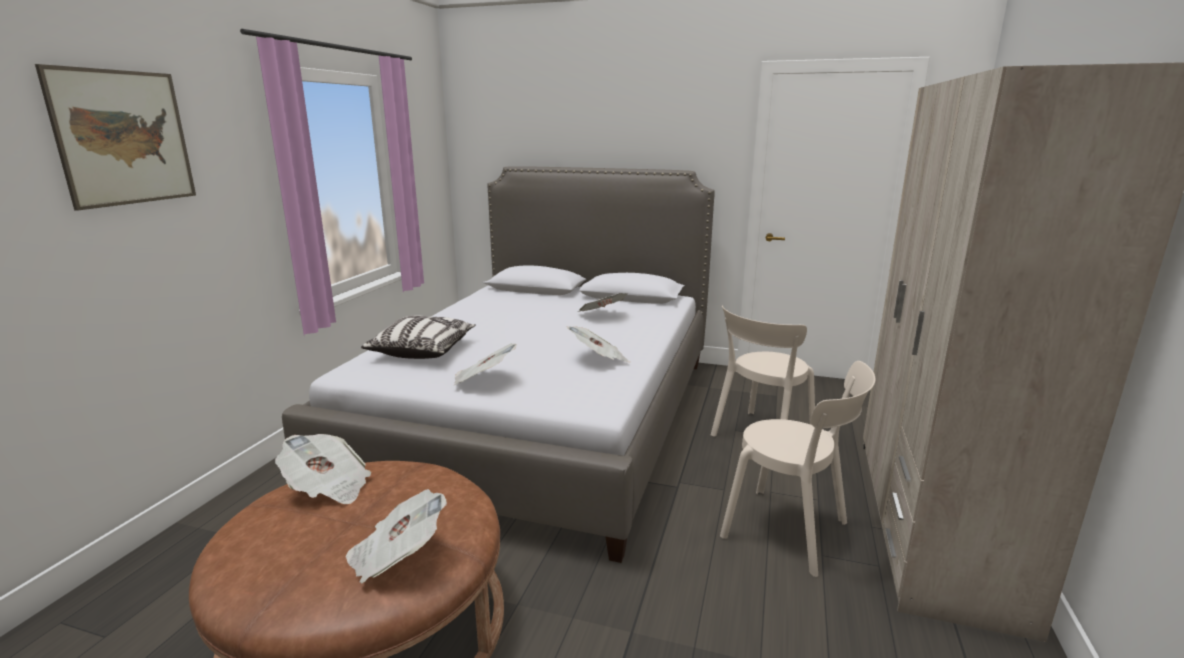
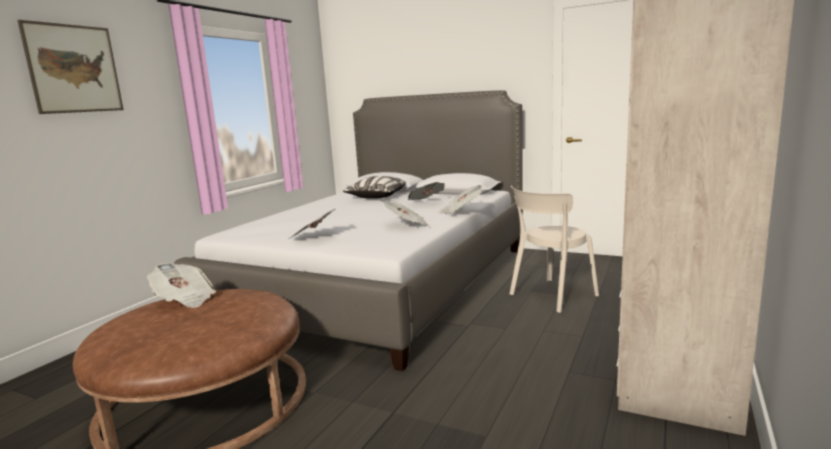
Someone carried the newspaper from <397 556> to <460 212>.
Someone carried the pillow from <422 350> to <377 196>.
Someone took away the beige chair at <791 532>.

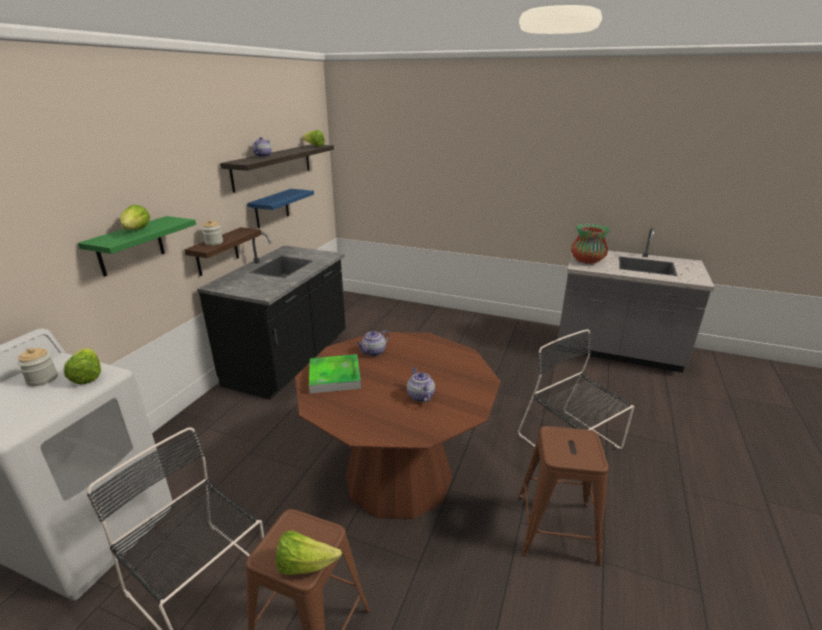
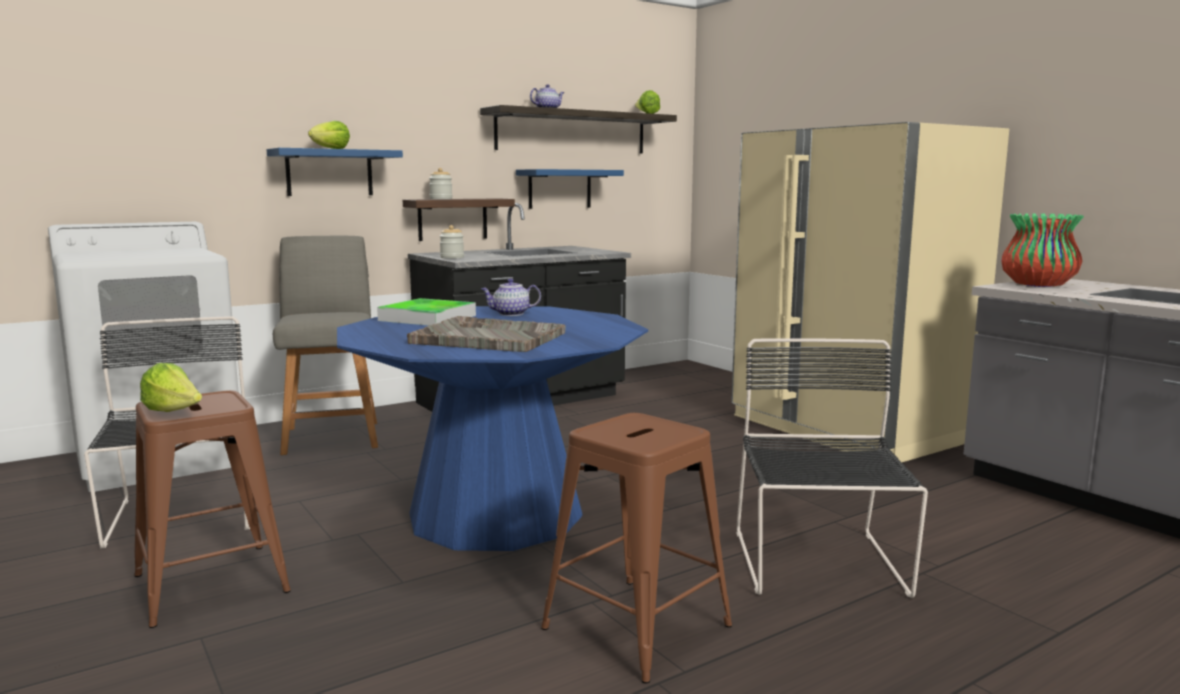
Someone carried the jar from <42 379> to <452 257>.
Someone took away the lettuce at <87 376>.
Someone repainted the green shelf at <130 246>, which became the blue shelf at <329 173>.
Someone repainted the brown dining table at <398 476>, which became the blue dining table at <495 514>.
Someone swapped the teapot at <420 396> for the grey tray at <487 338>.
Someone put down the grey chair at <332 436>.
Someone put down the beige fridge at <848 429>.

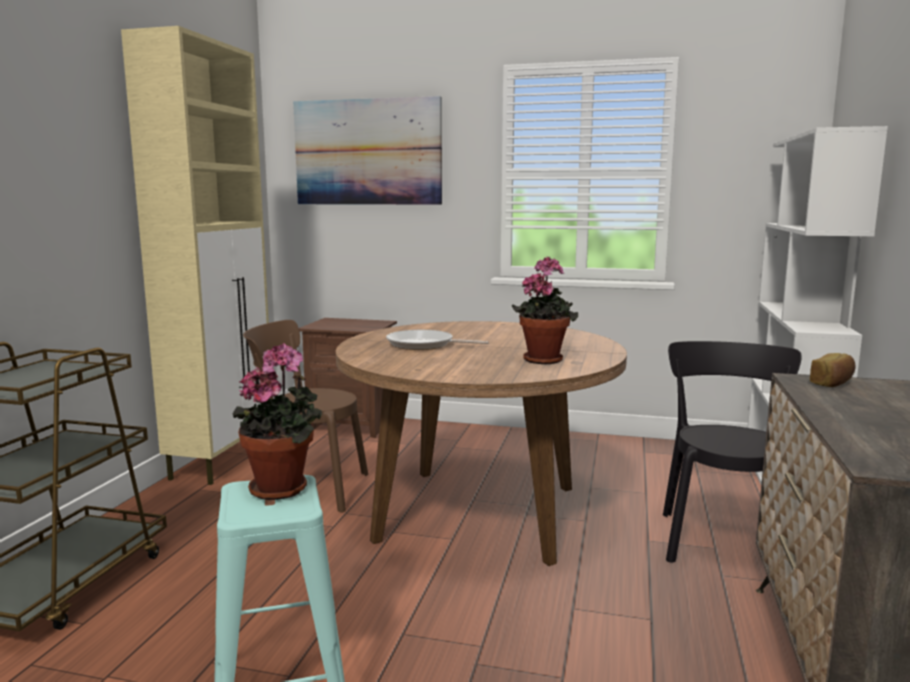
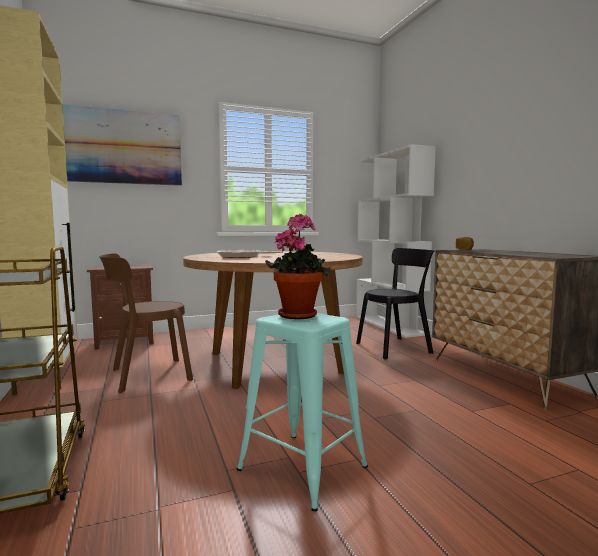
Someone took away the potted plant at <544 359>.
Someone rotated the black chair at <721 539> by 90 degrees clockwise.

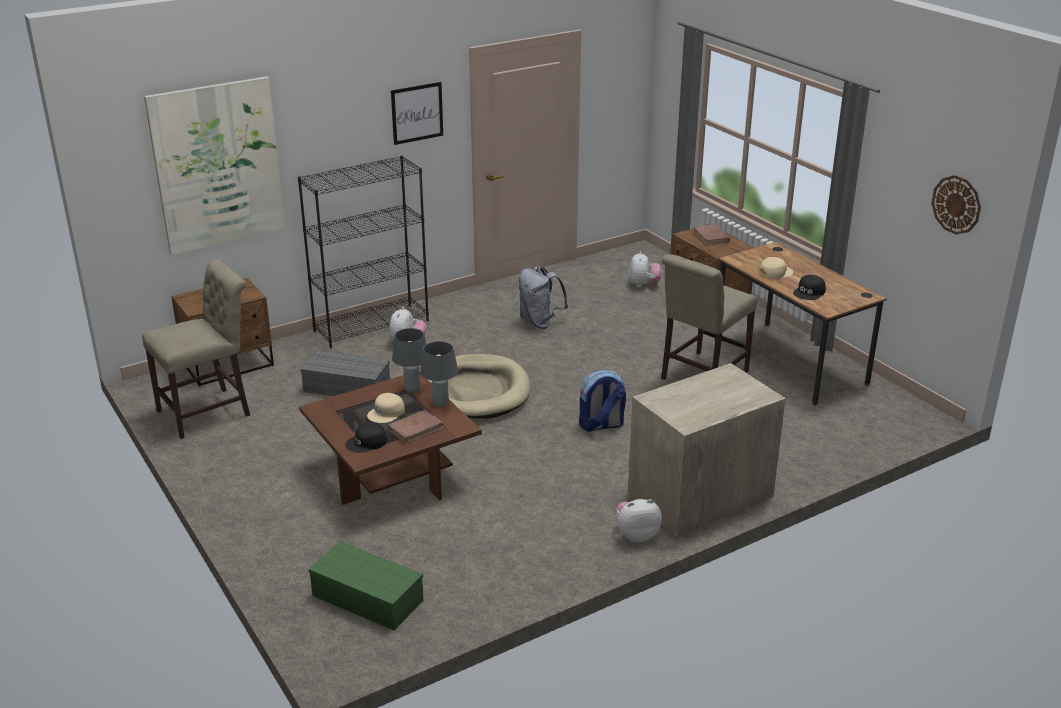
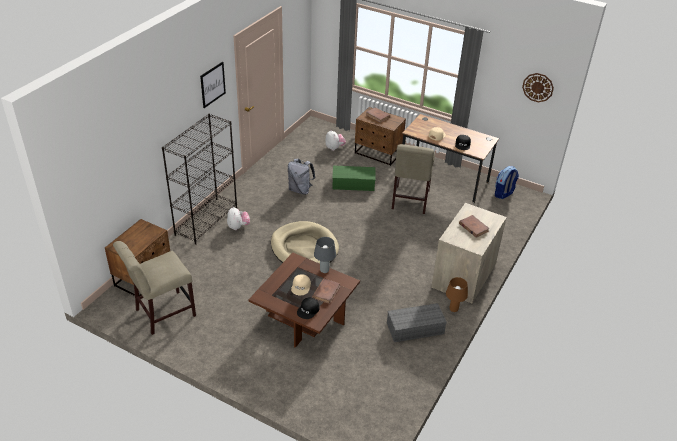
Someone rotated the beige chair at <209 412> by 150 degrees counterclockwise.
Someone took away the picture at <218 165>.
Someone carried the grey storage box from <345 387> to <414 329>.
Someone carried the green storage box from <365 598> to <352 184>.
Someone took away the grey table lamp at <412 389>.
Someone carried the backpack from <601 425> to <504 194>.
Someone swapped the plush toy at <636 535> for the brown table lamp at <453 309>.
Someone put down the brown book at <473 227>.

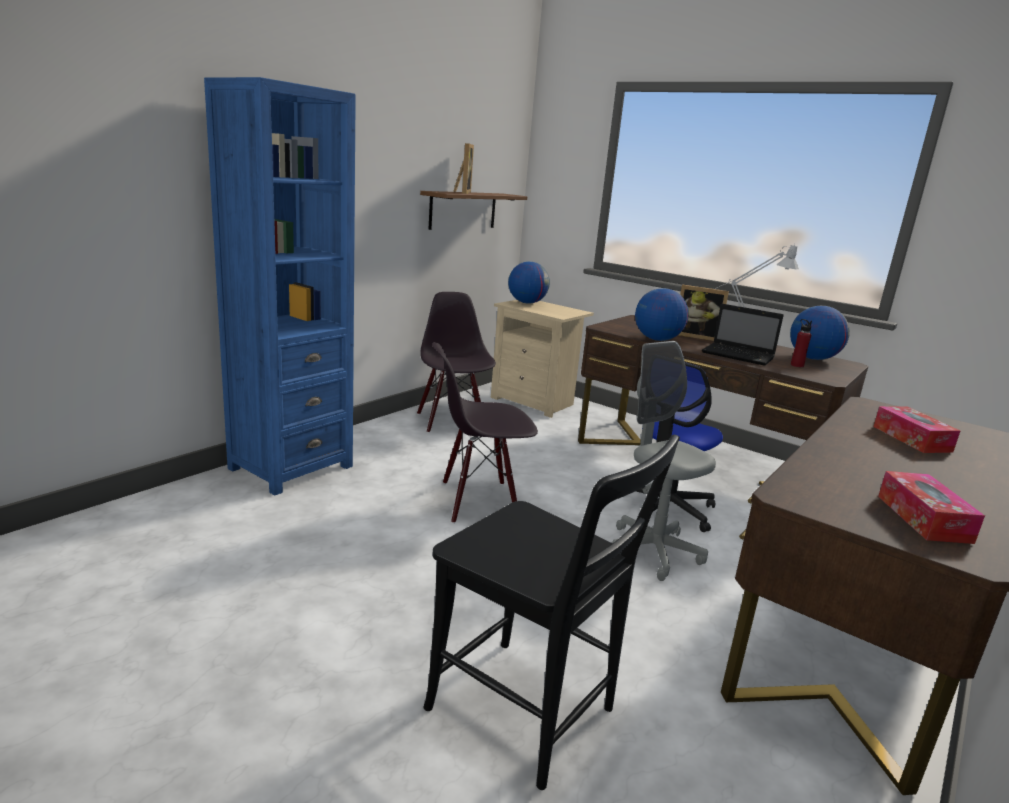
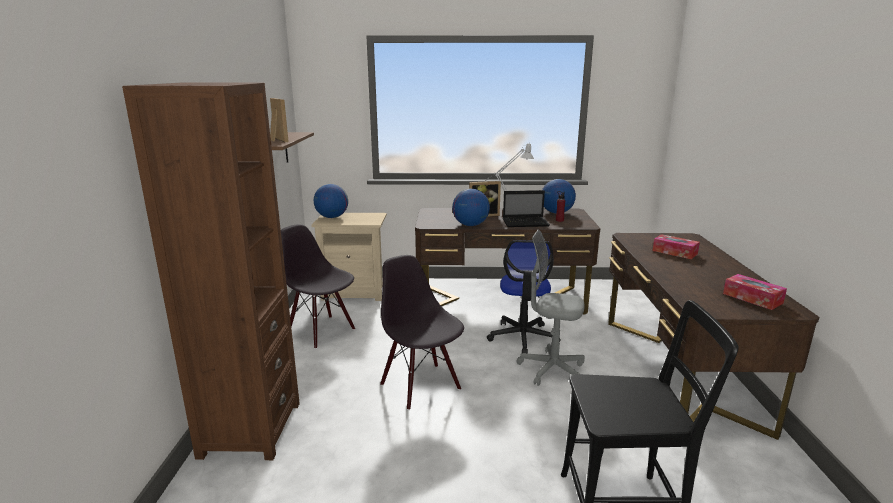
Someone repainted the blue bookcase at <291 467>, which became the brown bookcase at <250 429>.
Someone rotated the black chair at <478 501> by 105 degrees clockwise.

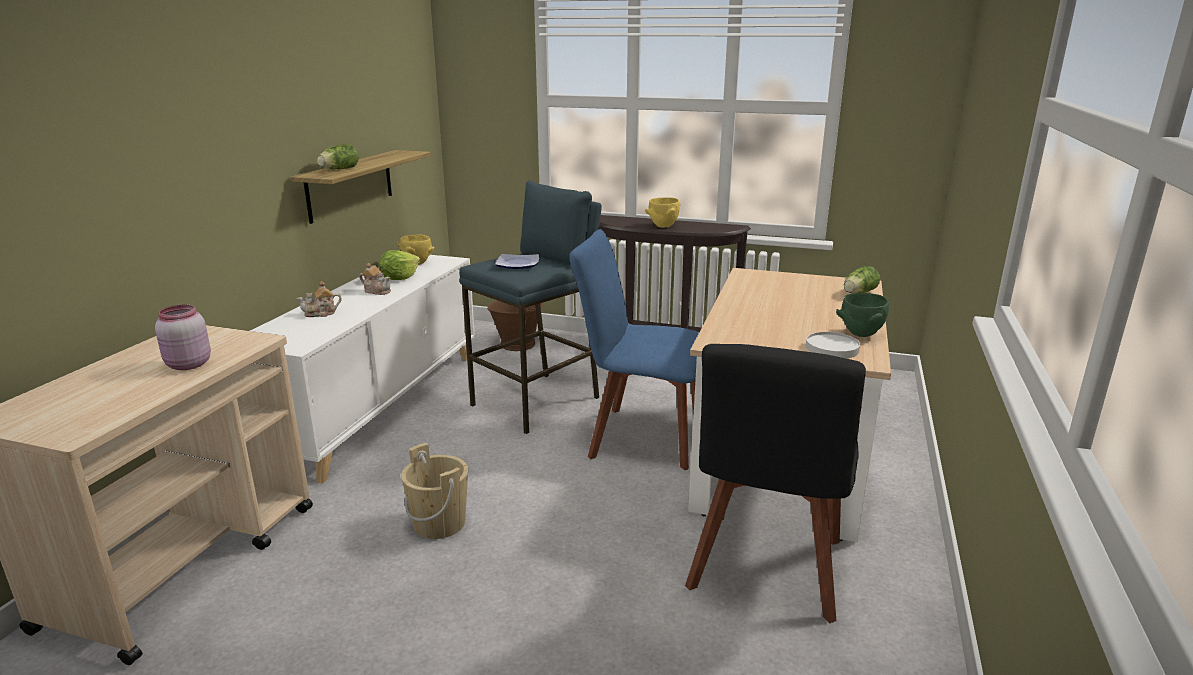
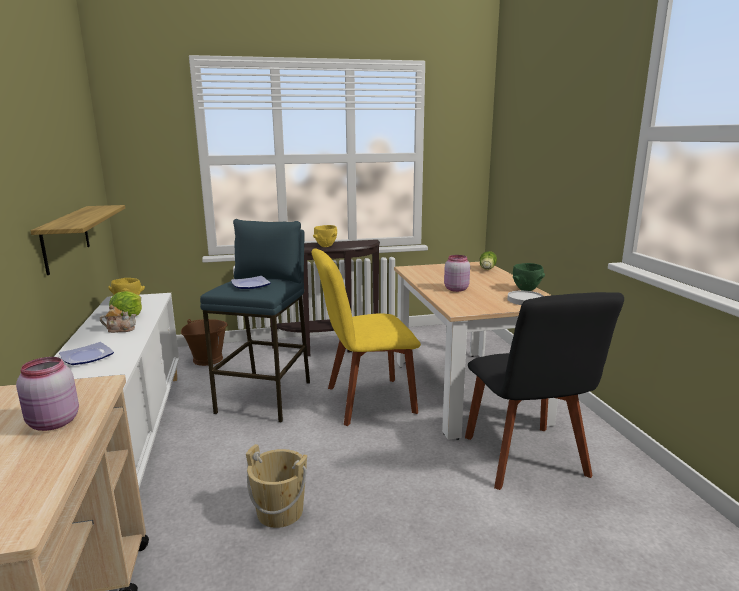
Someone swapped the teapot at <321 313> for the plate at <88 357>.
Someone took away the lettuce at <338 169>.
Someone repainted the blue chair at <639 437>, which became the yellow chair at <365 401>.
Someone put down the pink jar at <455 289>.

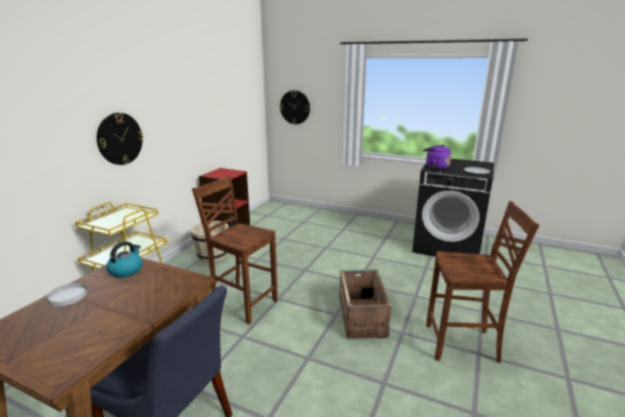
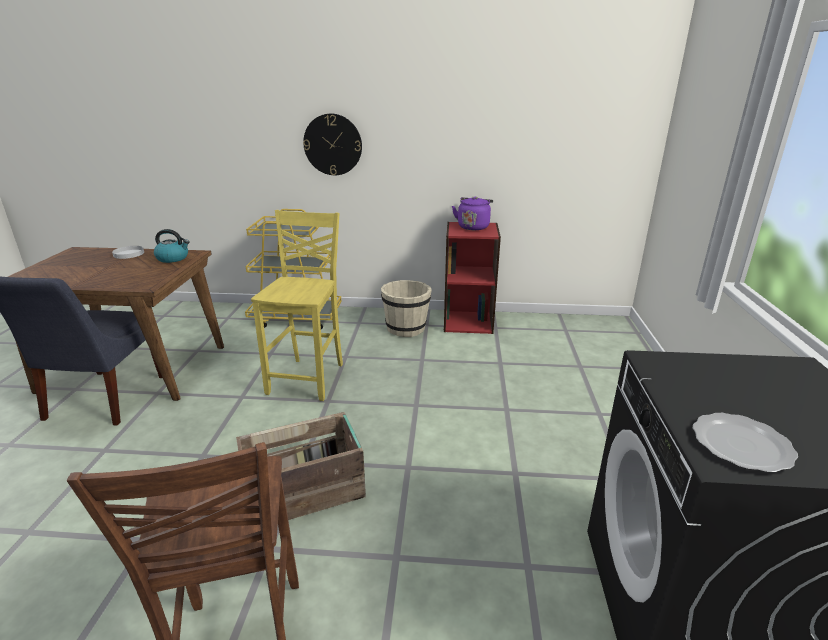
Someone repainted the brown chair at <243 303>, which became the yellow chair at <309 378>.
Someone took away the wall clock at <295 107>.
Someone carried the purple kettle from <435 167> to <473 227>.

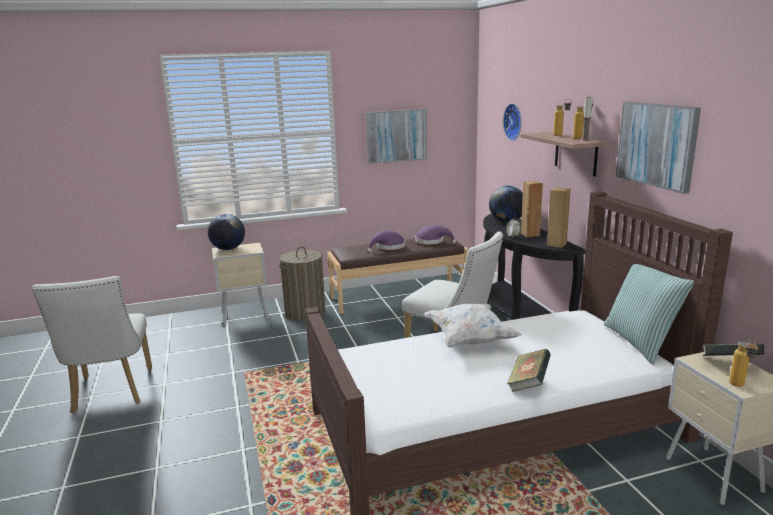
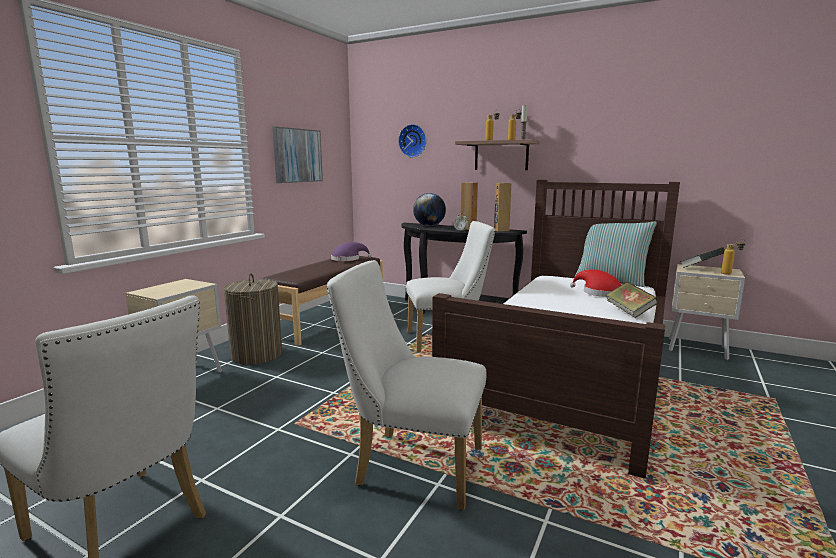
Someone took away the globe at <228 249>.
Someone took away the purple hat at <388 247>.
Someone took away the white pillow at <469 339>.
Someone took away the picture at <657 145>.
Someone put down the white chair at <410 465>.
Someone put down the red hat at <599 293>.

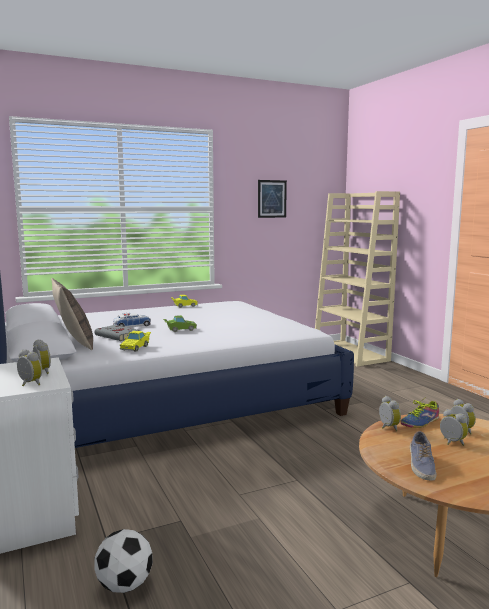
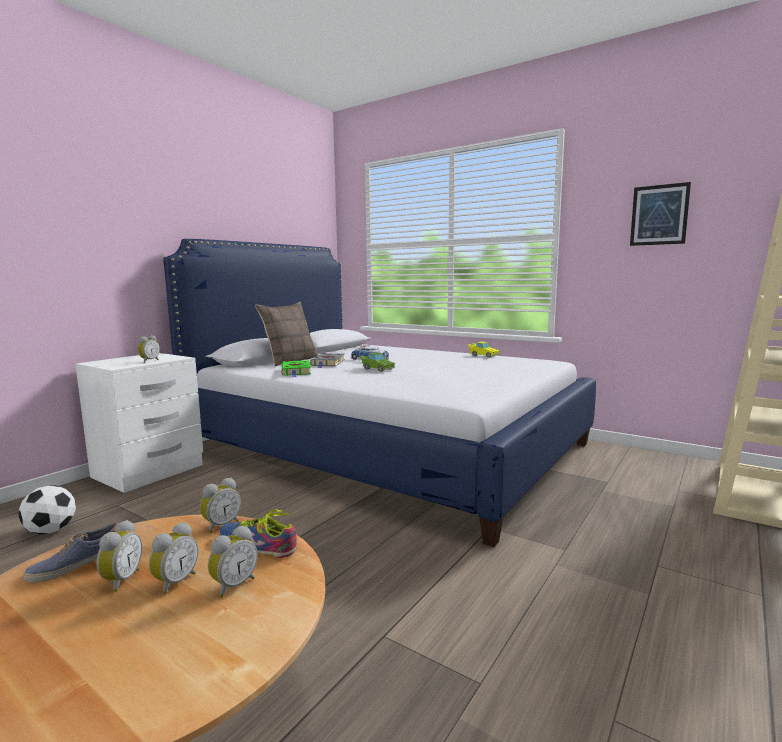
Someone carried the alarm clock from <29 384> to <120 580>.
Someone swapped the yellow toy car at <136 347> for the green book at <296 371>.

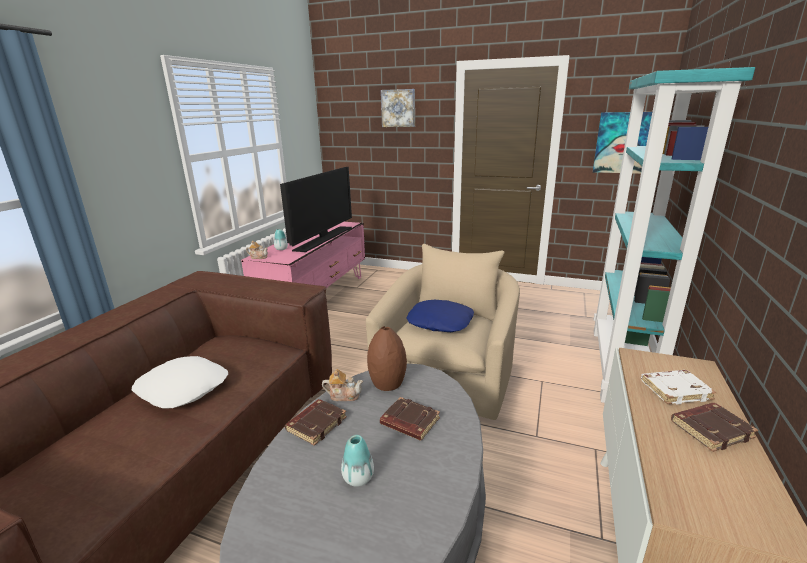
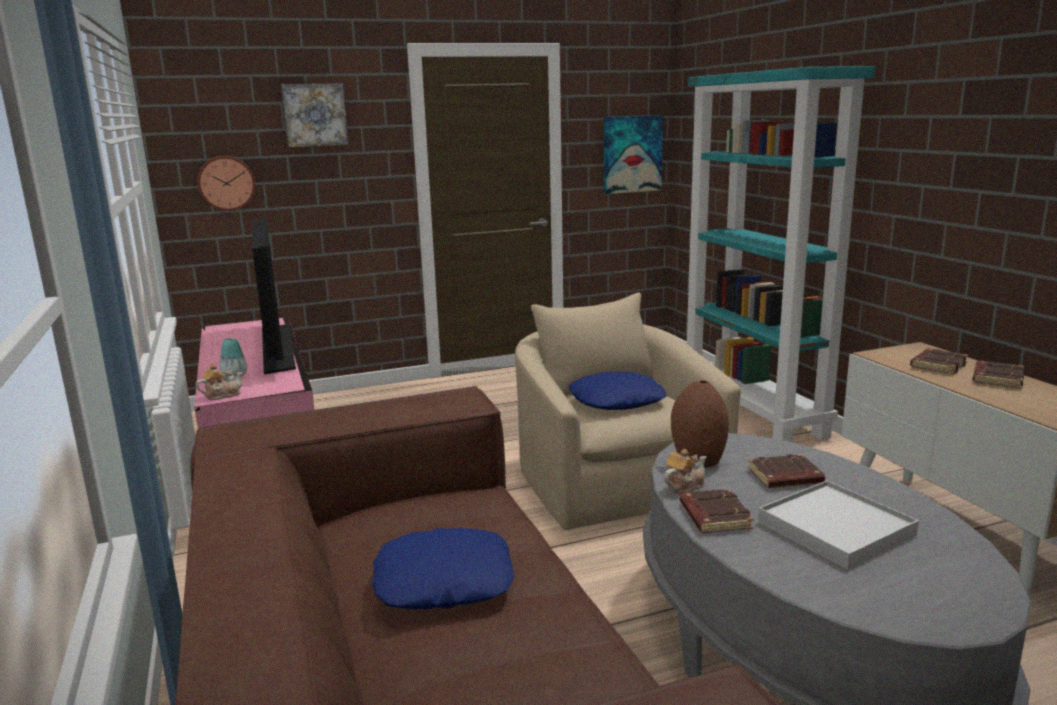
Someone repainted the white pillow at <183 388>, which became the blue pillow at <444 581>.
Someone swapped the vase at <358 478> for the white tray at <835 528>.
Someone repainted the white book at <675 389>, which became the brown book at <937 365>.
Someone put up the wall clock at <226 183>.

